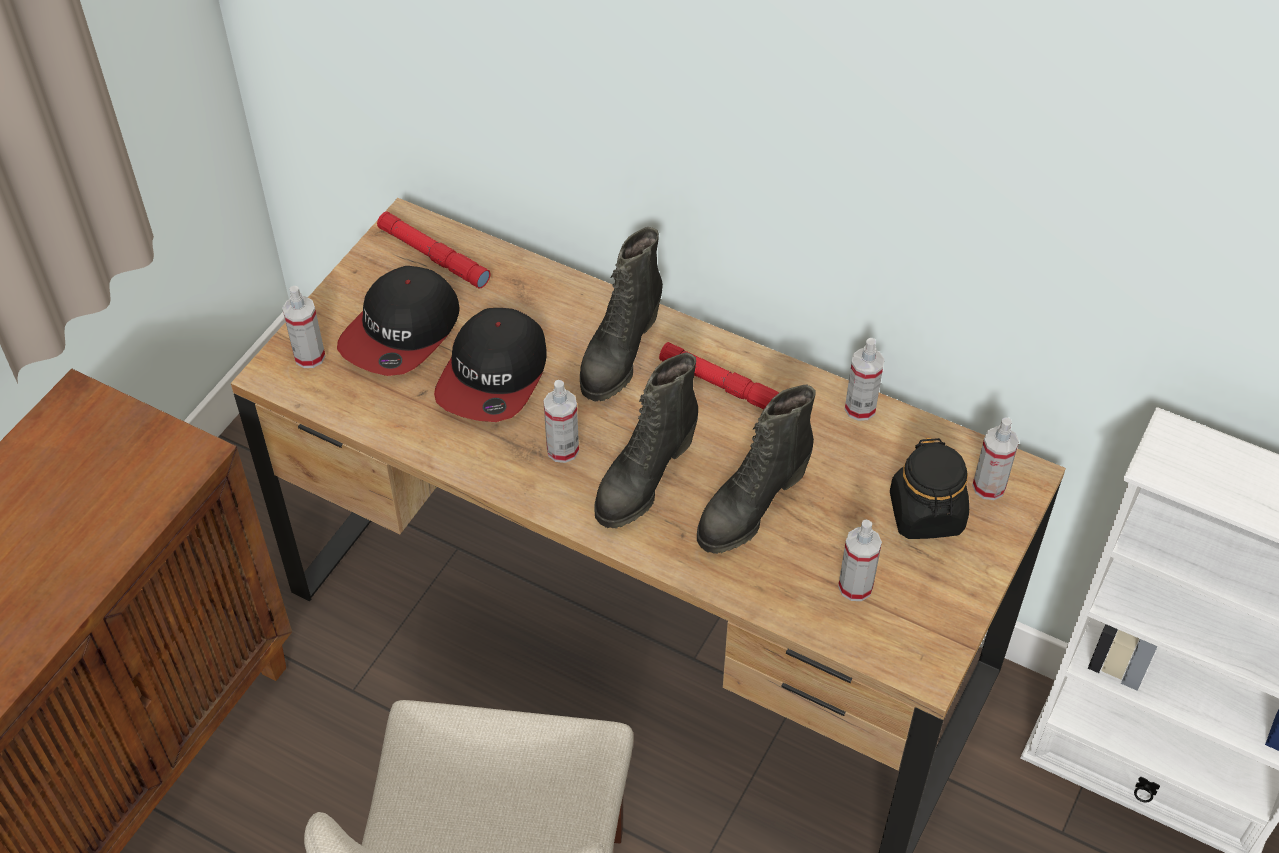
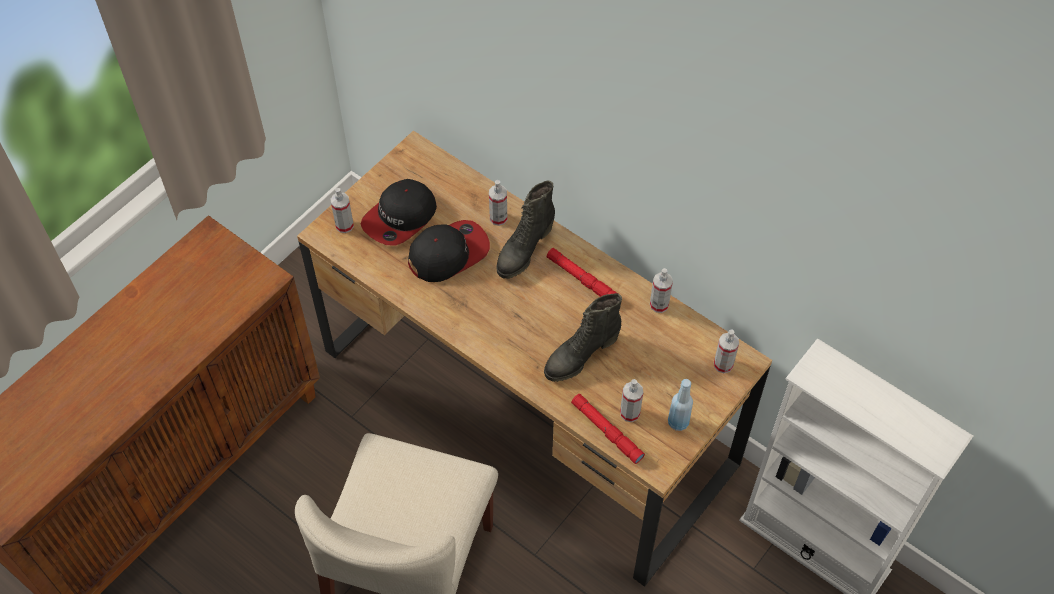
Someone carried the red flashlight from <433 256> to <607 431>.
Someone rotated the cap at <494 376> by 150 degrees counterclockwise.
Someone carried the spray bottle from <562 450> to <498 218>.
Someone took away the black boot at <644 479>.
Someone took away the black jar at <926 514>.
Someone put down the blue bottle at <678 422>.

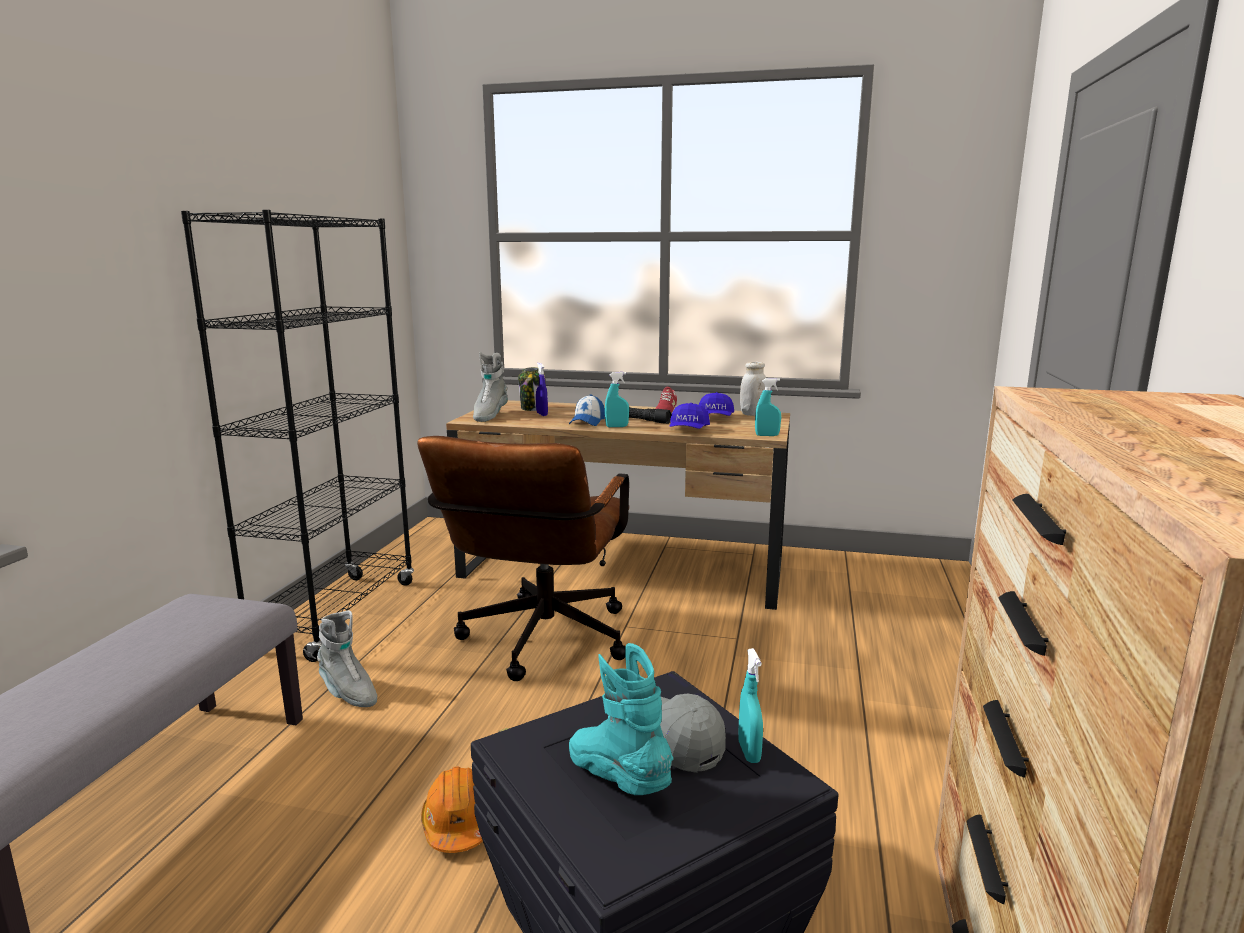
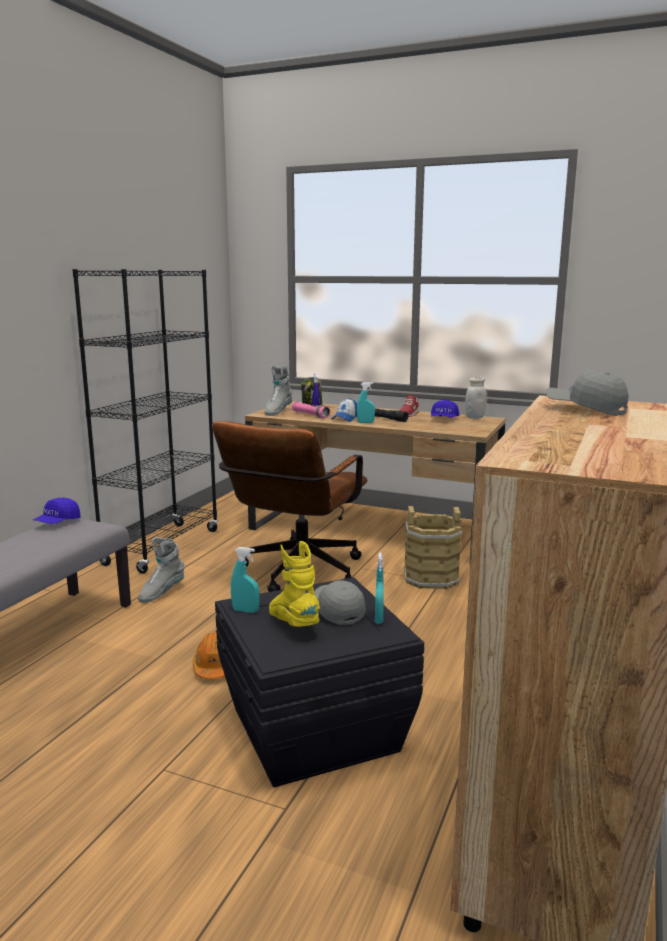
Someone rotated the grey boot at <348 693> by 75 degrees clockwise.
Someone repainted the turquoise boot at <618 778>, which became the yellow boot at <294 623>.
Someone carried the blue cap from <688 430> to <57 522>.
Someone carried the turquoise spray bottle from <767 435> to <245 610>.
Someone put down the pink flashlight at <310 415>.
Someone put down the brown bucket at <431 578>.
Someone put down the grey cap at <585 409>.

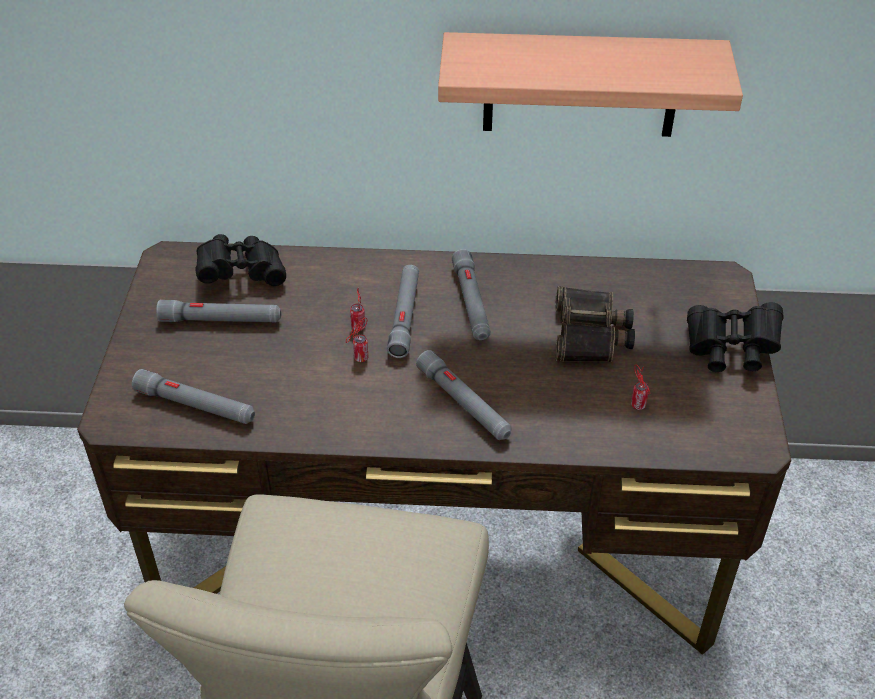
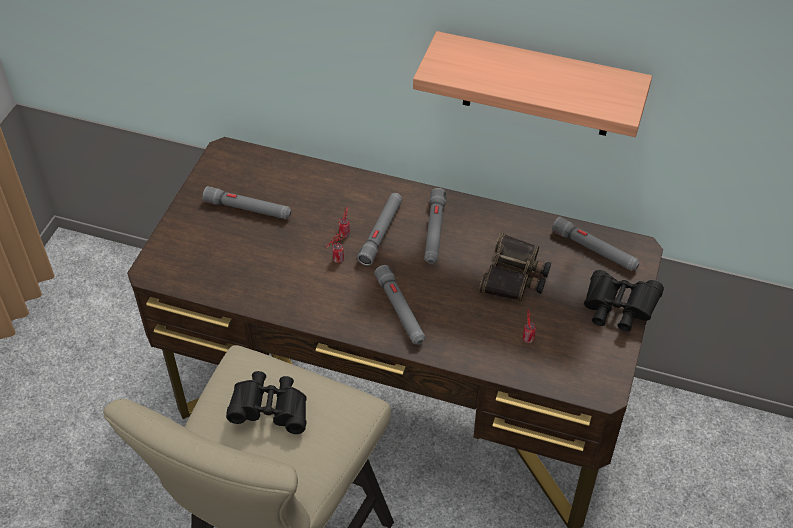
Someone carried the grey flashlight from <195 405> to <594 250>.
Someone carried the black binoculars from <241 273> to <271 410>.

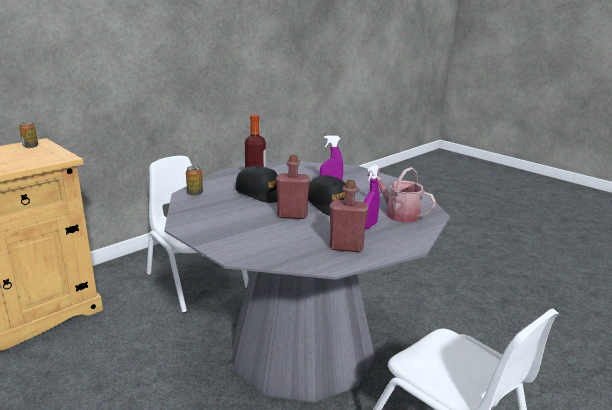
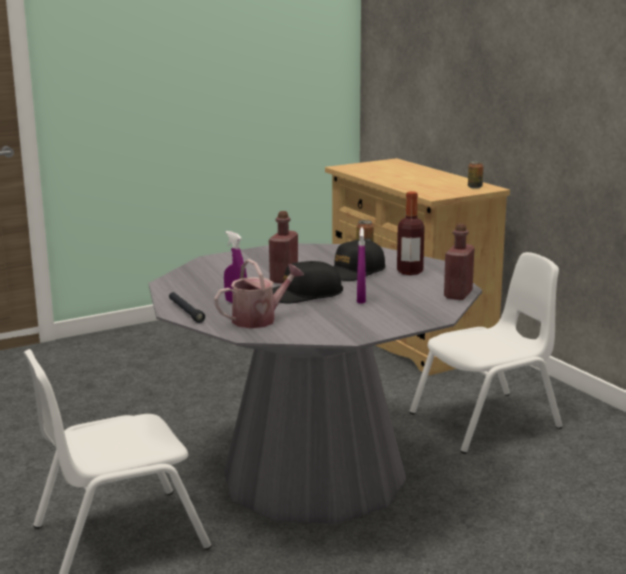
Someone carried the red bottle from <346 247> to <458 294>.
Someone put down the black flashlight at <185 311>.

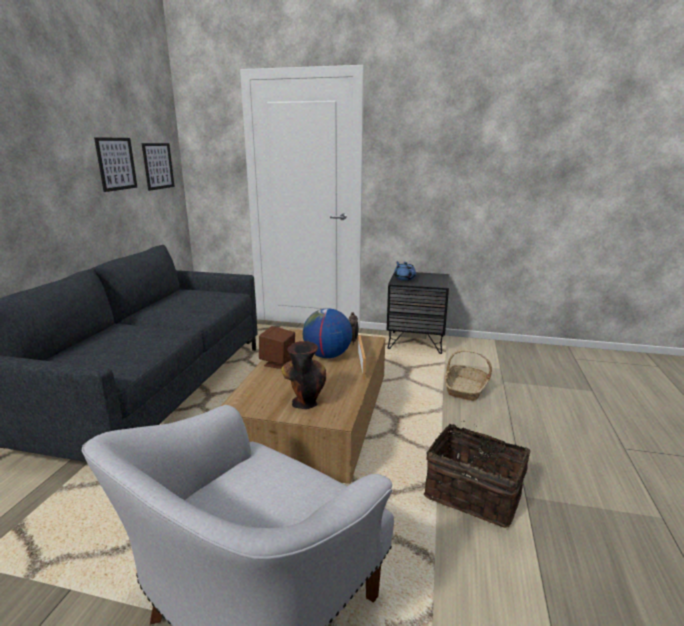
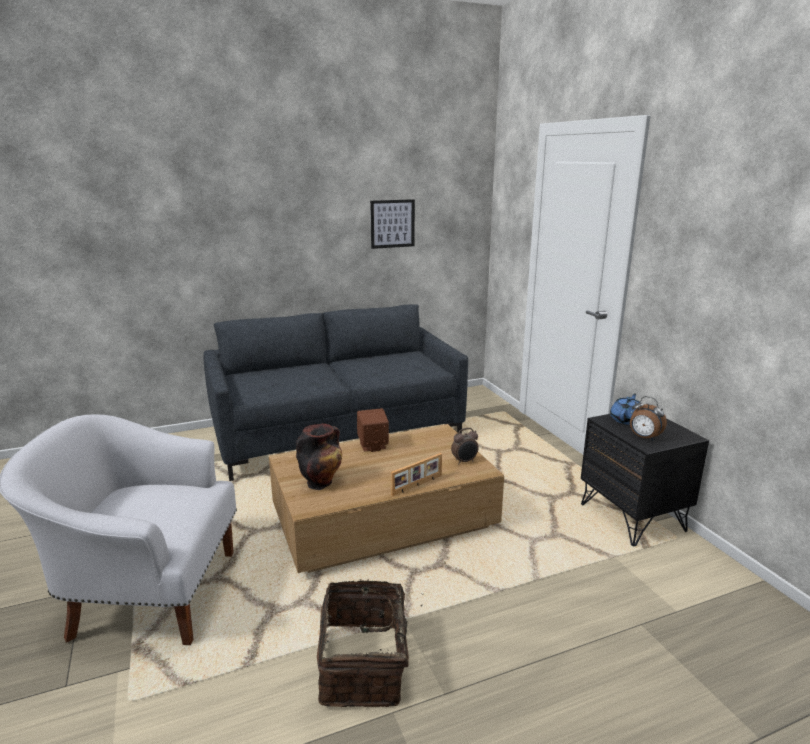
Someone took away the picture at <158 166>.
Someone took away the globe at <327 356>.
Someone took away the basket at <465 389>.
Someone put down the alarm clock at <644 438>.

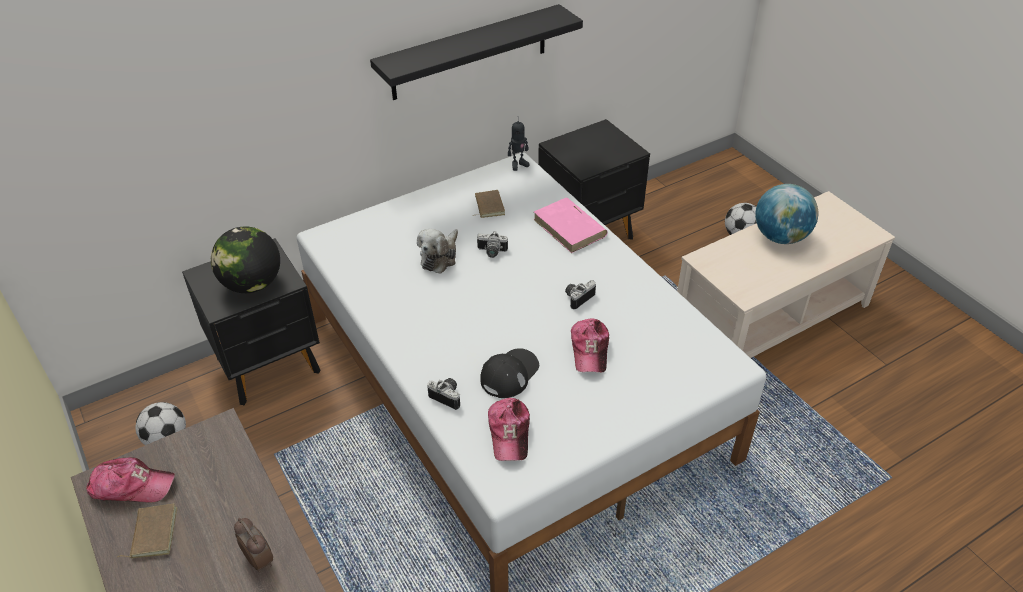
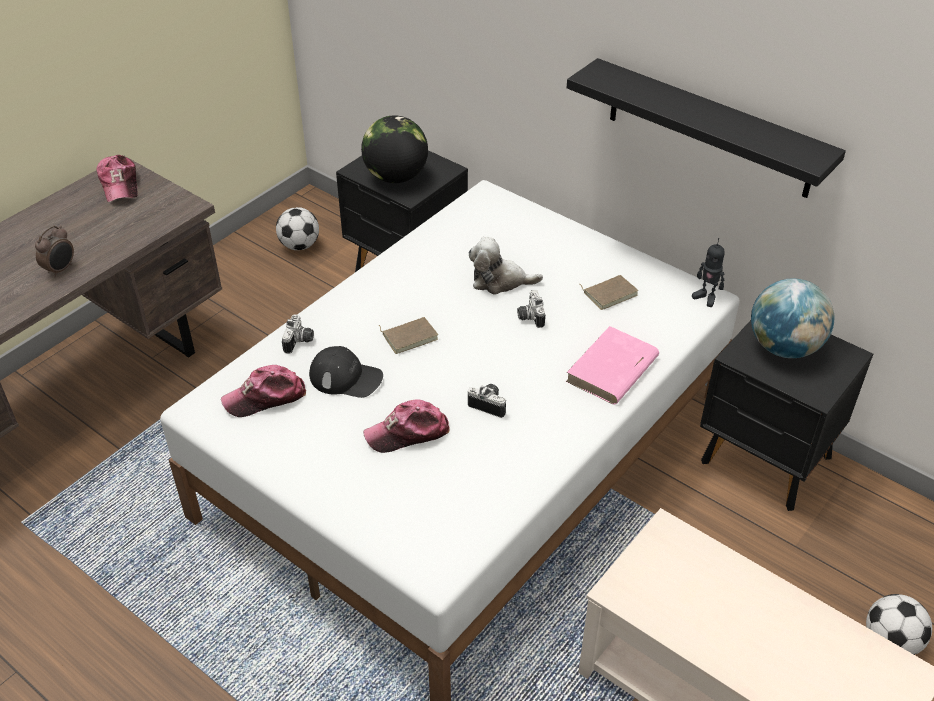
Someone carried the brown book from <152 533> to <409 336>.
Someone carried the globe from <780 237> to <784 347>.

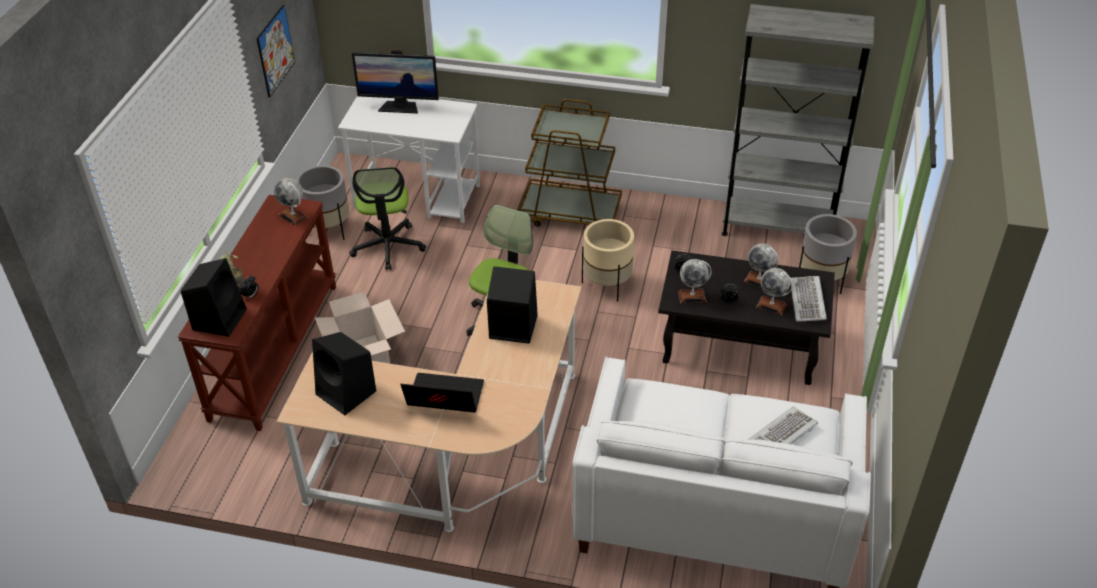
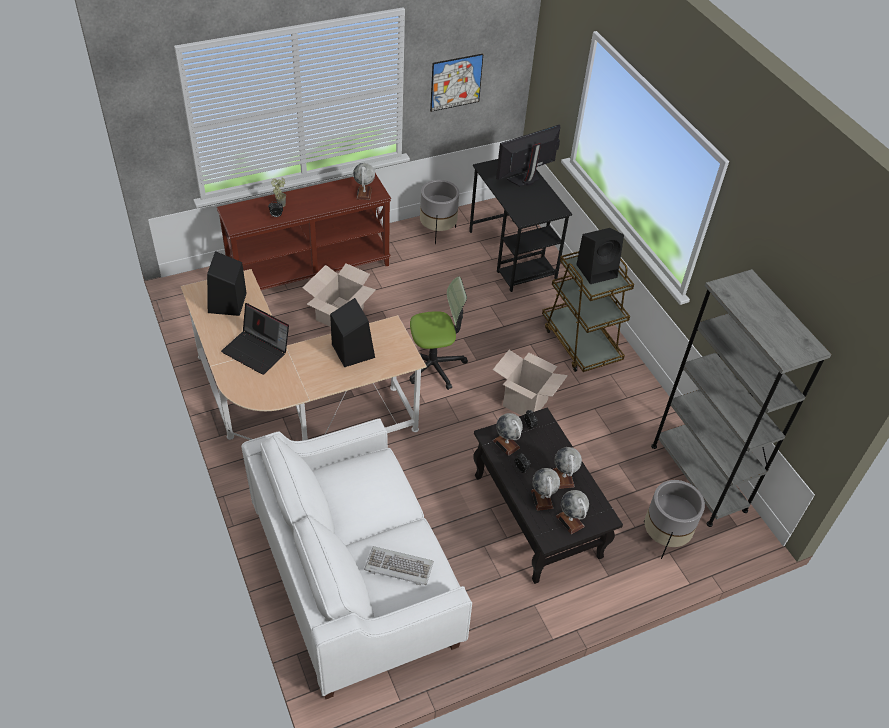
Someone carried the black speaker from <220 318> to <597 270>.
Someone repainted the white desk at <418 197>, which became the black desk at <512 255>.
Someone took away the office chair at <388 246>.
Someone rotated the monitor at <400 106> by 90 degrees clockwise.
Someone rotated the laptop at <443 398> by 150 degrees clockwise.
Someone swapped the beige planter at <607 285> for the cardboard box at <525 403>.
Someone swapped the keyboard at <808 301> for the globe at <570 521>.

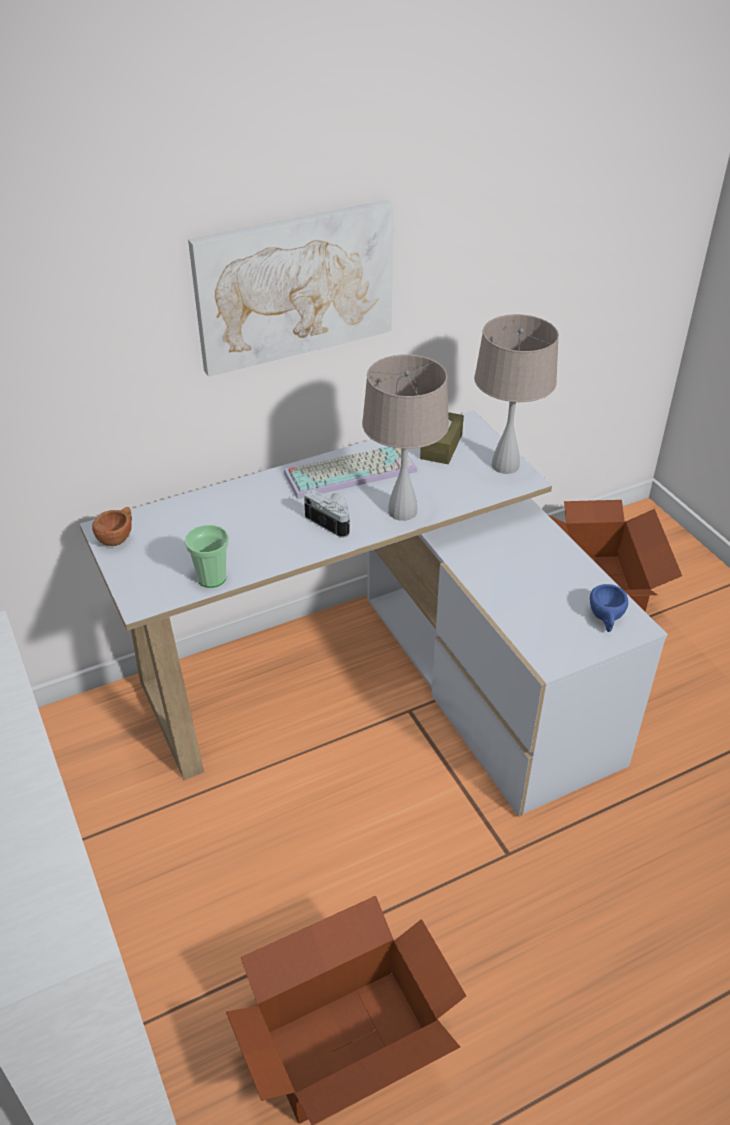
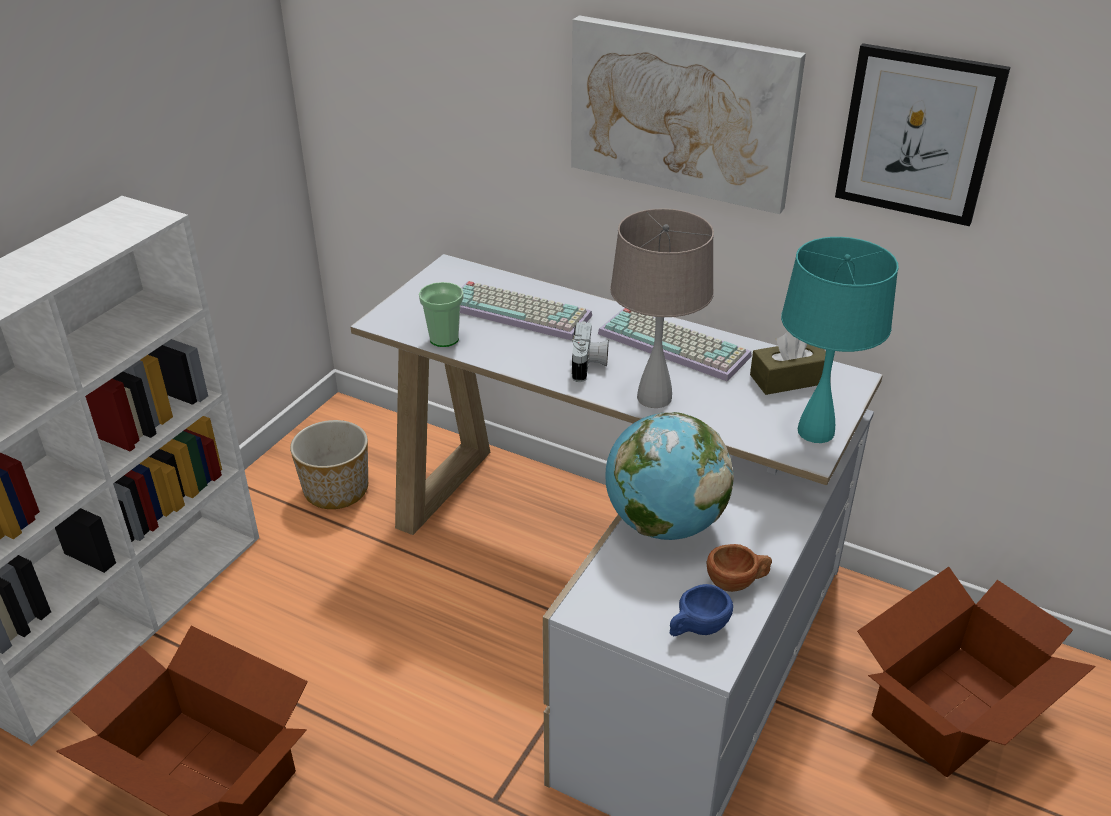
Someone carried the brown cup from <118 537> to <737 582>.
Someone repainted the beige table lamp at <505 465>, which became the turquoise table lamp at <816 432>.
Someone put down the planter at <337 490>.
Someone put down the keyboard at <520 311>.
Someone put down the globe at <664 524>.
Someone put up the picture at <917 134>.

